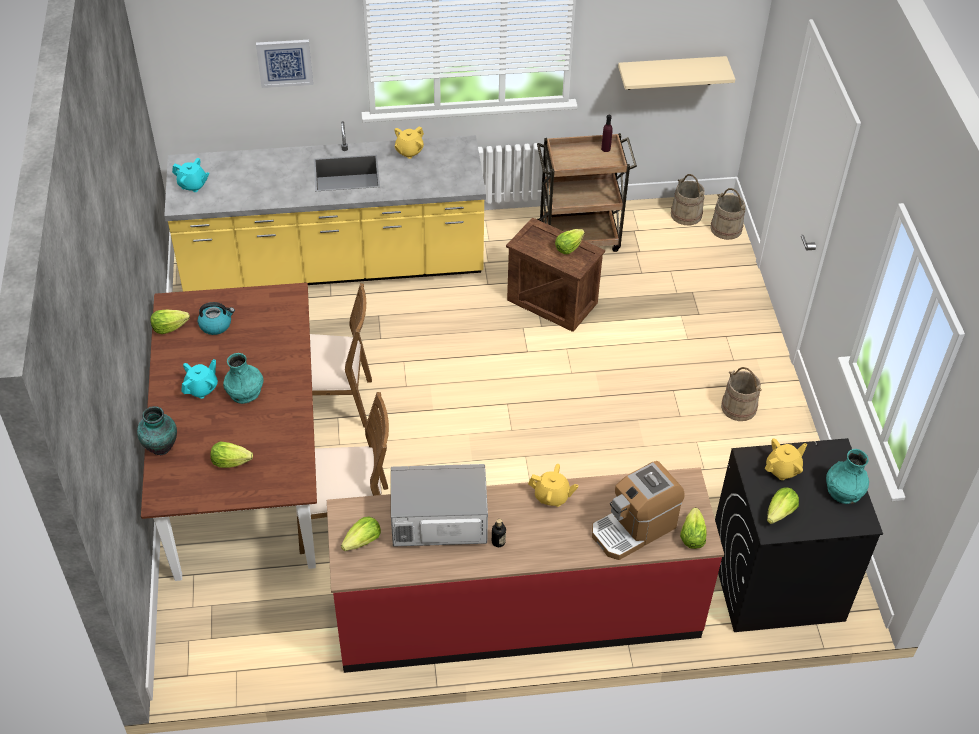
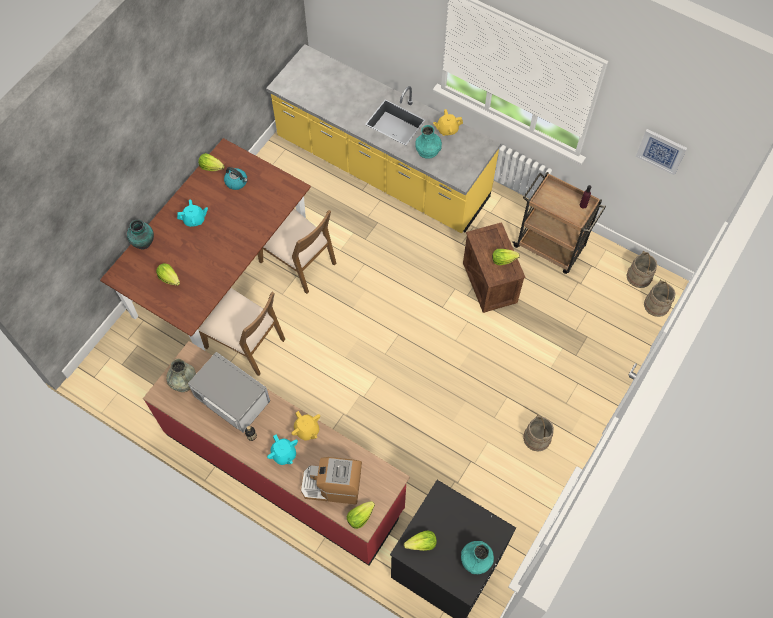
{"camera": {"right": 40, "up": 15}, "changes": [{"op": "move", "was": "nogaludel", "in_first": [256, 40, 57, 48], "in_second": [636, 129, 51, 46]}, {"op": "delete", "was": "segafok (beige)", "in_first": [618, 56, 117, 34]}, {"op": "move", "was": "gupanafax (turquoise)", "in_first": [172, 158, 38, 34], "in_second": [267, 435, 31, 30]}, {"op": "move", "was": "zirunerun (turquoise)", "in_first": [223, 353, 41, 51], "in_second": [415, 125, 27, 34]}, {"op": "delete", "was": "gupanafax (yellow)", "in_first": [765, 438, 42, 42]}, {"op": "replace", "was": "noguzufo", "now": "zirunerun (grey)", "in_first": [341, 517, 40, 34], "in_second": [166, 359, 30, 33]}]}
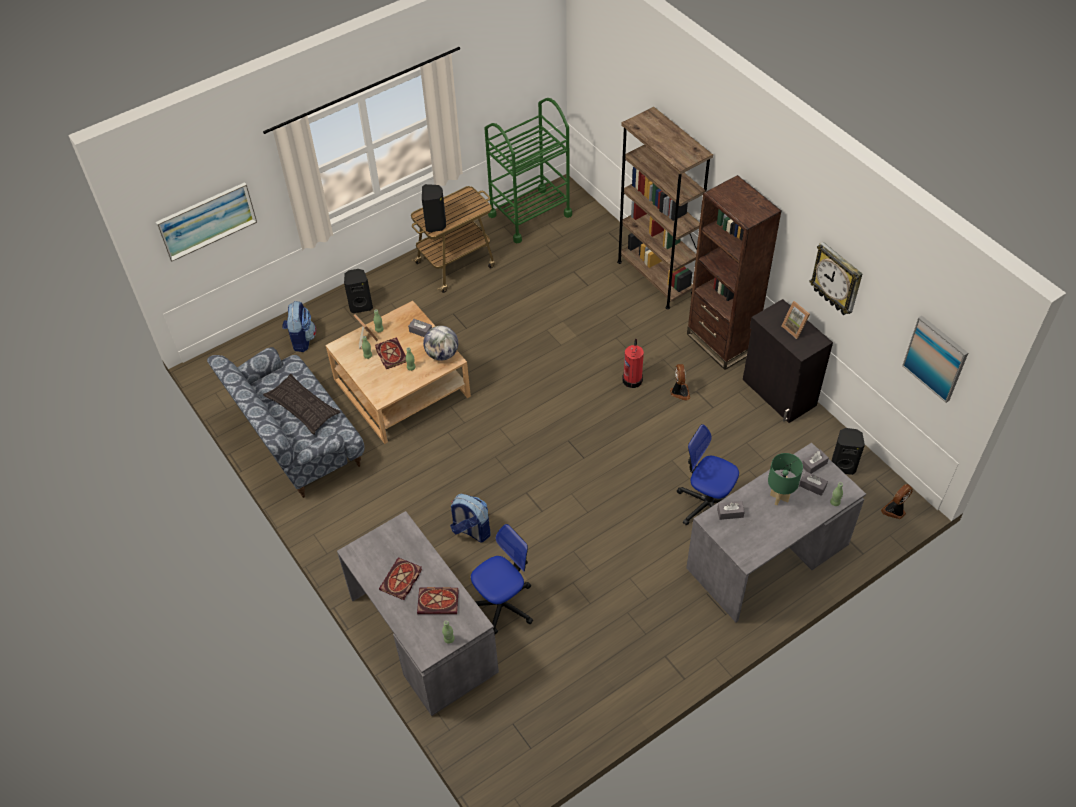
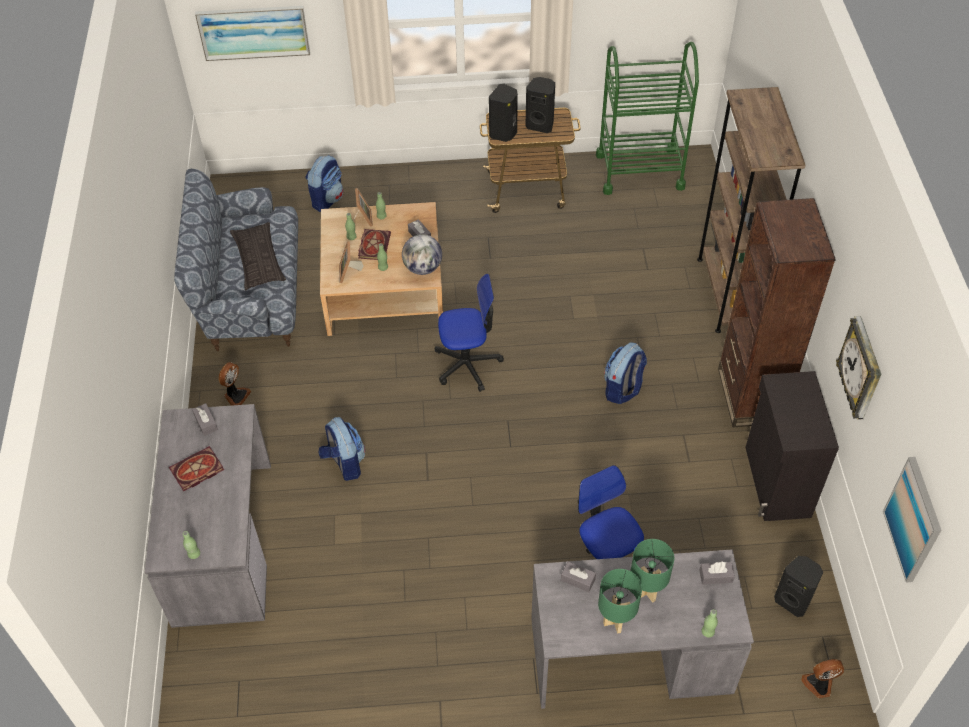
{"camera": {"right": 30, "up": 0}, "changes": [{"op": "move", "was": "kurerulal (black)", "in_first": [344, 269, 29, 44], "in_second": [525, 77, 30, 56]}, {"op": "move", "was": "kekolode", "in_first": [781, 301, 29, 38], "in_second": [339, 242, 25, 41]}, {"op": "replace", "was": "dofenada", "now": "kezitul", "in_first": [622, 339, 22, 49], "in_second": [604, 342, 43, 62]}, {"op": "move", "was": "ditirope", "in_first": [670, 364, 20, 36], "in_second": [218, 362, 33, 44]}, {"op": "move", "was": "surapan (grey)", "in_first": [799, 471, 29, 25], "in_second": [192, 403, 26, 33]}, {"op": "move", "was": "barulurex", "in_first": [471, 524, 62, 110], "in_second": [435, 274, 69, 118]}, {"op": "delete", "was": "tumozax", "in_first": [417, 587, 42, 27]}, {"op": "insert", "now": "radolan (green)", "in_second": [598, 569, 44, 65]}]}
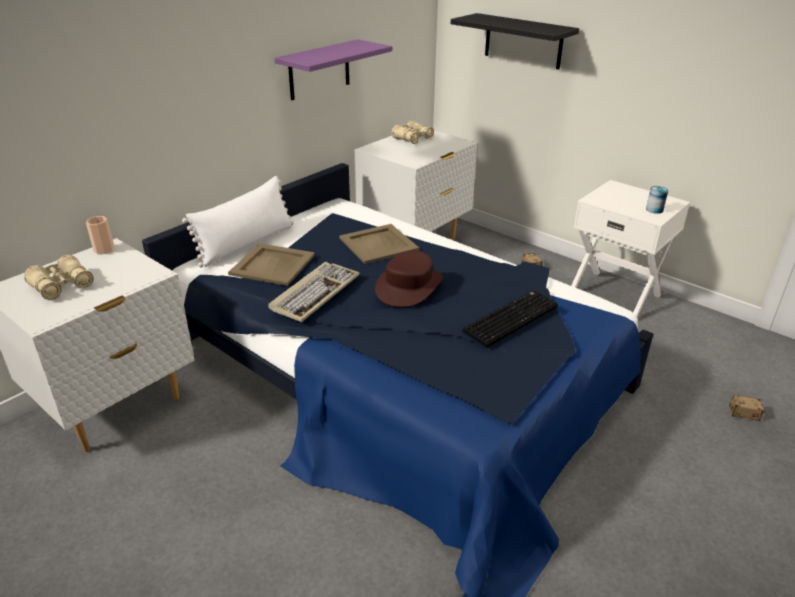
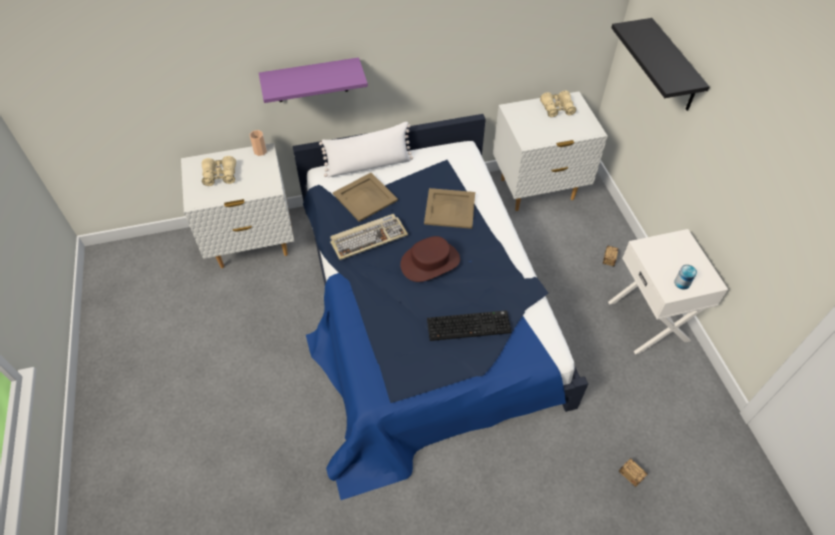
{"camera": {"right": 35, "up": 20}, "changes": [{"op": "move", "was": "segafok (purple)", "in_first": [275, 39, 117, 61], "in_second": [259, 57, 109, 46]}]}
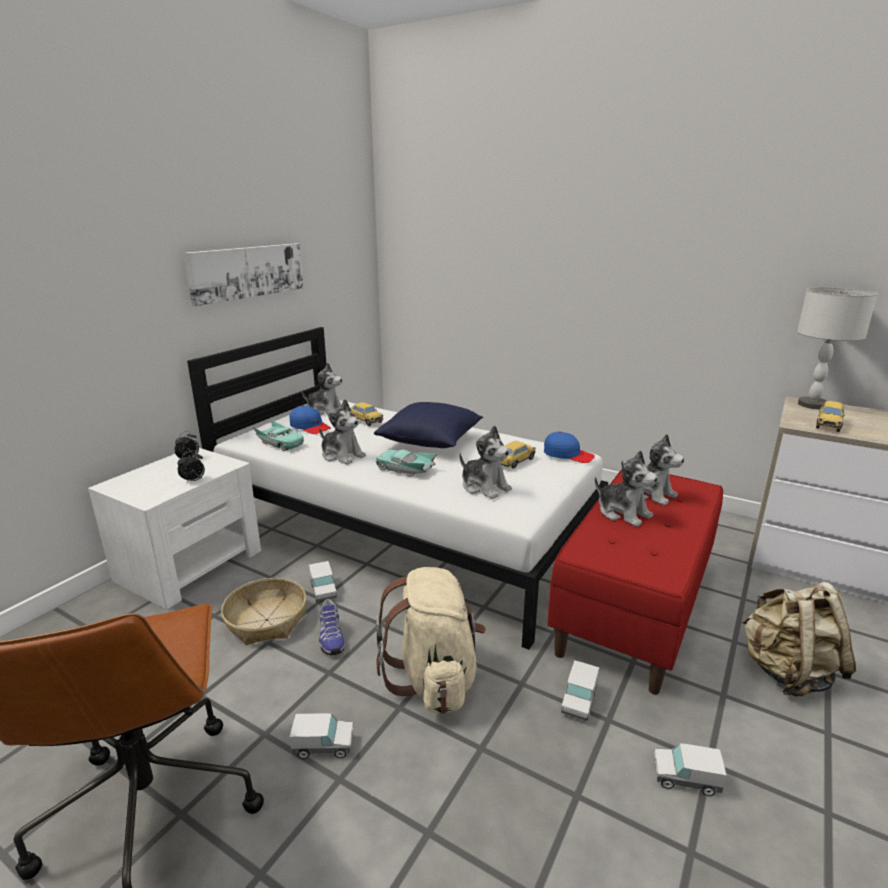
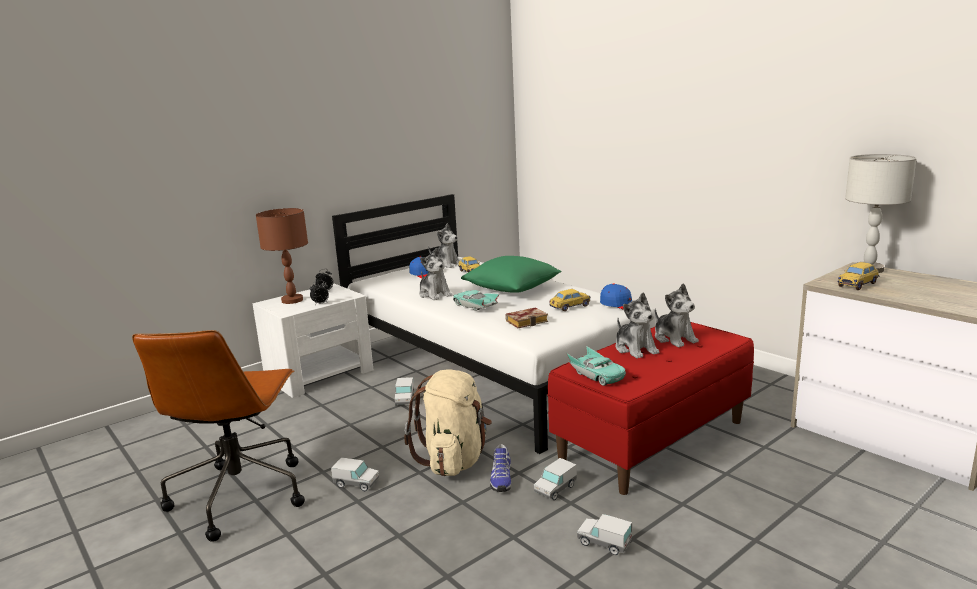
{"camera": {"right": 20, "up": -5}, "changes": [{"op": "delete", "was": "nogaludel", "in_first": [183, 243, 120, 63]}, {"op": "recolor", "was": "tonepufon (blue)", "now": "tonepufon (green)", "in_first": [374, 402, 109, 46], "in_second": [461, 256, 101, 37]}, {"op": "move", "was": "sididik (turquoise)", "in_first": [252, 420, 52, 31], "in_second": [566, 346, 60, 40]}, {"op": "replace", "was": "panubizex", "now": "tumozax", "in_first": [459, 425, 53, 74], "in_second": [505, 307, 43, 21]}, {"op": "delete", "was": "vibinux", "in_first": [221, 578, 85, 67]}, {"op": "delete", "was": "kezitul (beige)", "in_first": [742, 582, 114, 114]}, {"op": "move", "was": "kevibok", "in_first": [319, 599, 26, 56], "in_second": [490, 444, 21, 48]}, {"op": "insert", "now": "radolan (brown)", "in_second": [256, 208, 52, 96]}]}
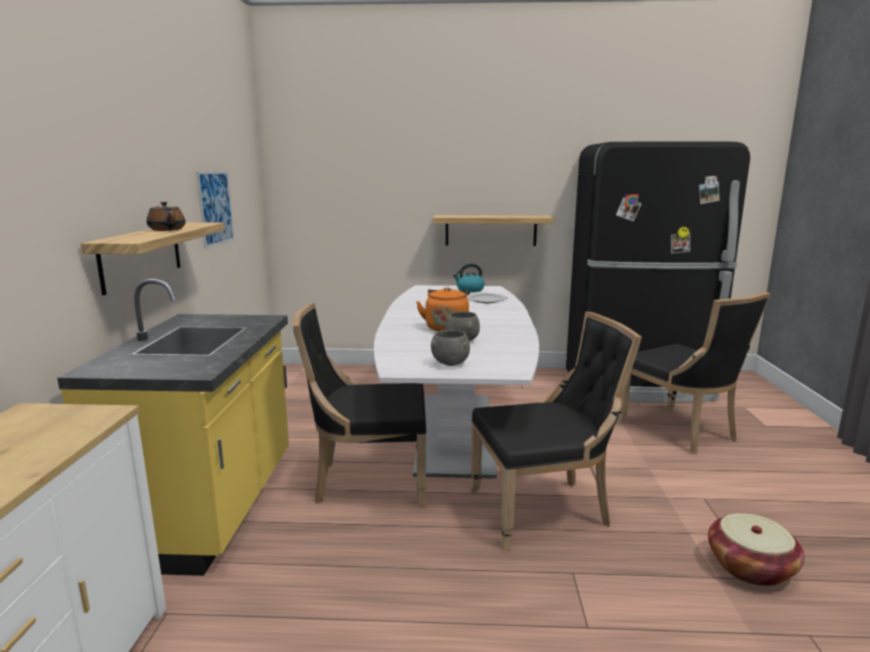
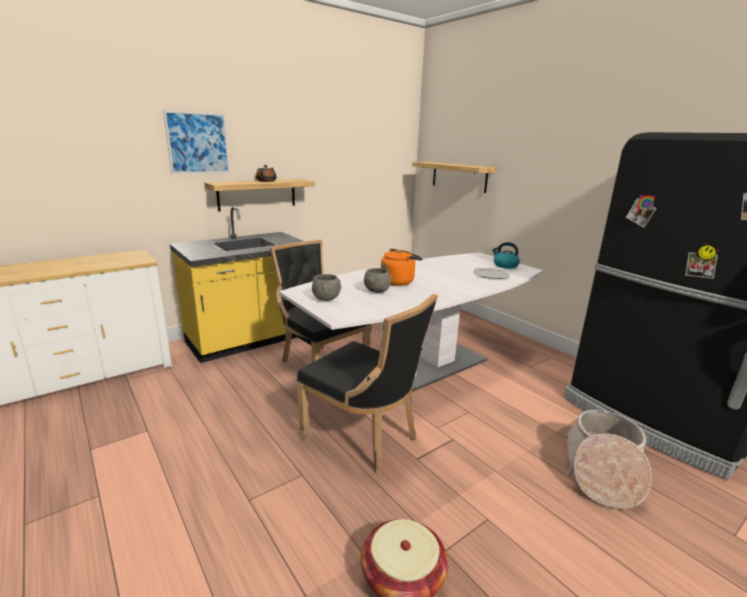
{"camera": {"right": 50, "up": 5}, "changes": [{"op": "move", "was": "nogaludel", "in_first": [196, 171, 38, 78], "in_second": [163, 110, 67, 64]}, {"op": "move", "was": "segafok", "in_first": [433, 215, 120, 31], "in_second": [412, 162, 85, 31]}, {"op": "replace", "was": "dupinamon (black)", "now": "vibinux", "in_first": [617, 292, 153, 162], "in_second": [565, 410, 87, 99]}]}
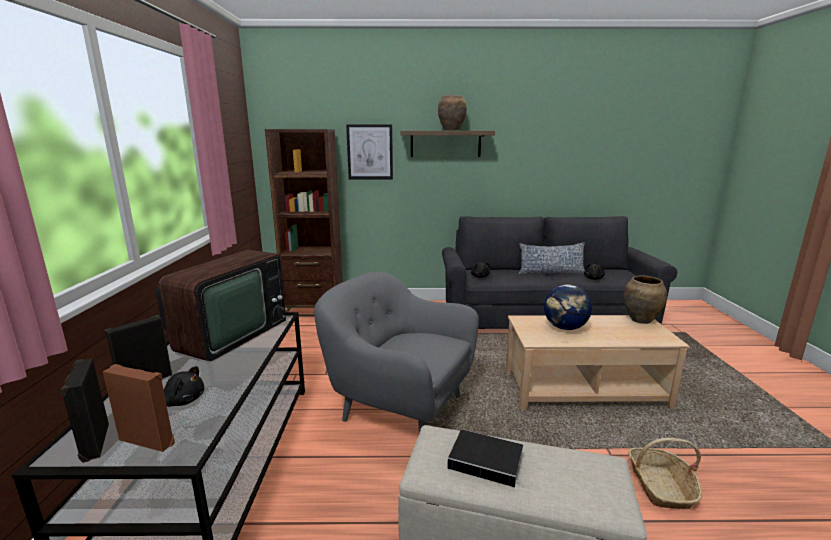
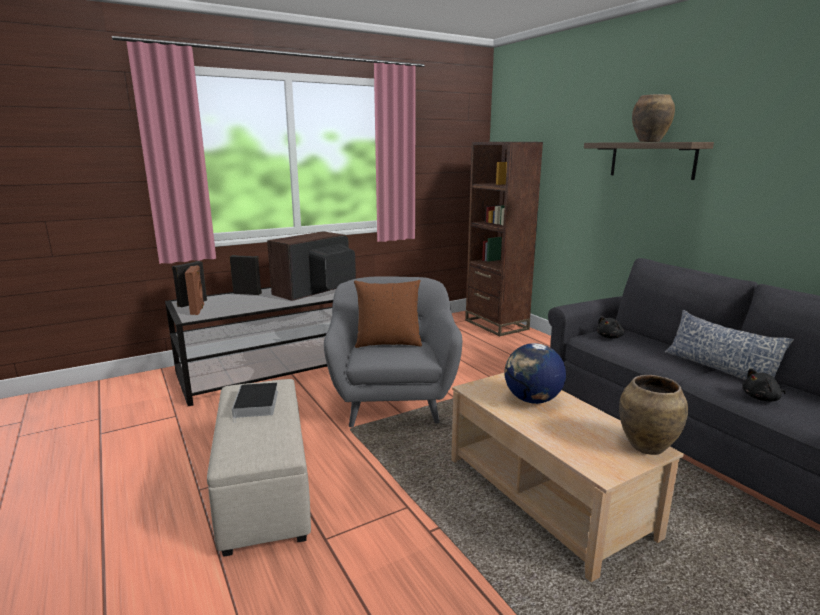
{"camera": {"right": 60, "up": 0}, "changes": [{"op": "delete", "was": "nogaludel", "in_first": [346, 124, 47, 55]}, {"op": "rotate", "was": "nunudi", "in_first": [156, 250, 130, 111], "in_second": [267, 232, 89, 69], "clockwise": 135}, {"op": "delete", "was": "panubizex (black)", "in_first": [163, 366, 41, 41]}, {"op": "delete", "was": "vibinux", "in_first": [628, 438, 74, 71]}, {"op": "insert", "now": "tonepufon (brown)", "in_second": [354, 280, 68, 68]}]}
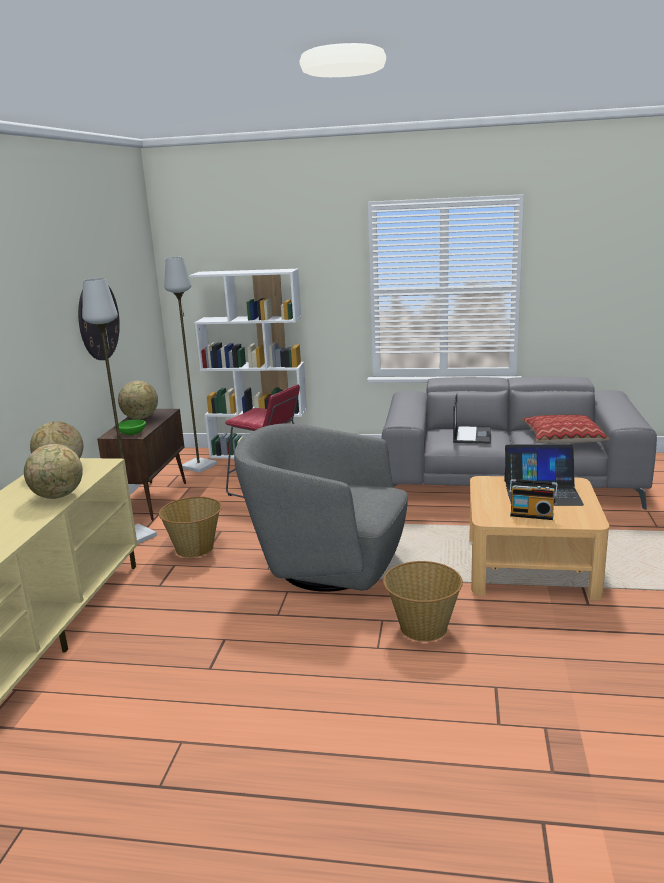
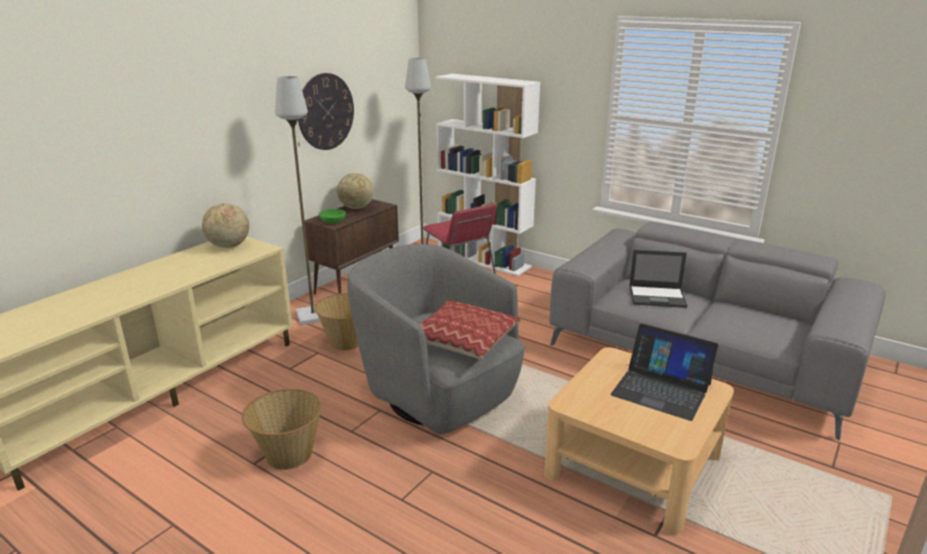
{"camera": {"right": 25, "up": 5}, "changes": [{"op": "rotate", "was": "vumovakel", "in_first": [453, 394, 38, 50], "in_second": [629, 250, 59, 58], "clockwise": 60}, {"op": "move", "was": "tonepufon", "in_first": [522, 415, 87, 29], "in_second": [419, 300, 102, 60]}, {"op": "delete", "was": "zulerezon", "in_first": [24, 444, 59, 55]}, {"op": "delete", "was": "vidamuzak", "in_first": [509, 479, 48, 41]}, {"op": "move", "was": "vibinux", "in_first": [383, 561, 80, 81], "in_second": [242, 388, 80, 82]}]}
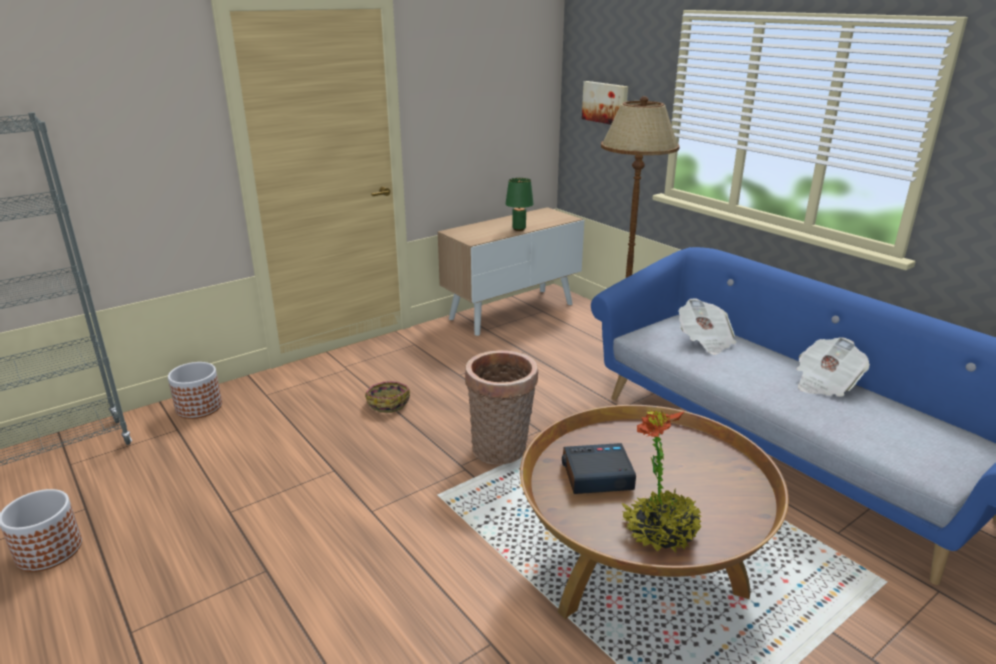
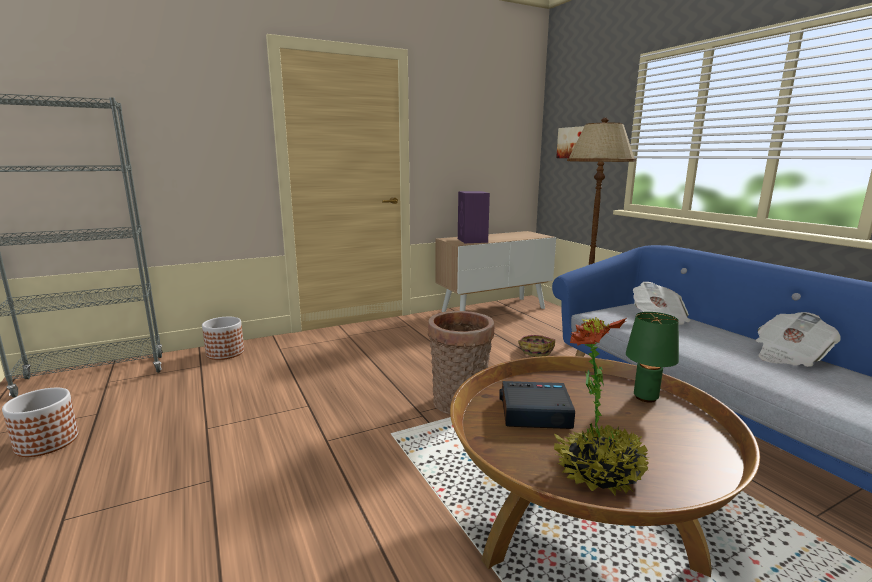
{"camera": {"right": 10, "up": -10}, "changes": [{"op": "move", "was": "radolan (green)", "in_first": [506, 178, 28, 53], "in_second": [626, 312, 53, 91]}, {"op": "move", "was": "vibinux", "in_first": [365, 382, 45, 31], "in_second": [518, 335, 37, 22]}, {"op": "insert", "now": "kurerulal (purple)", "in_second": [458, 191, 32, 52]}]}
